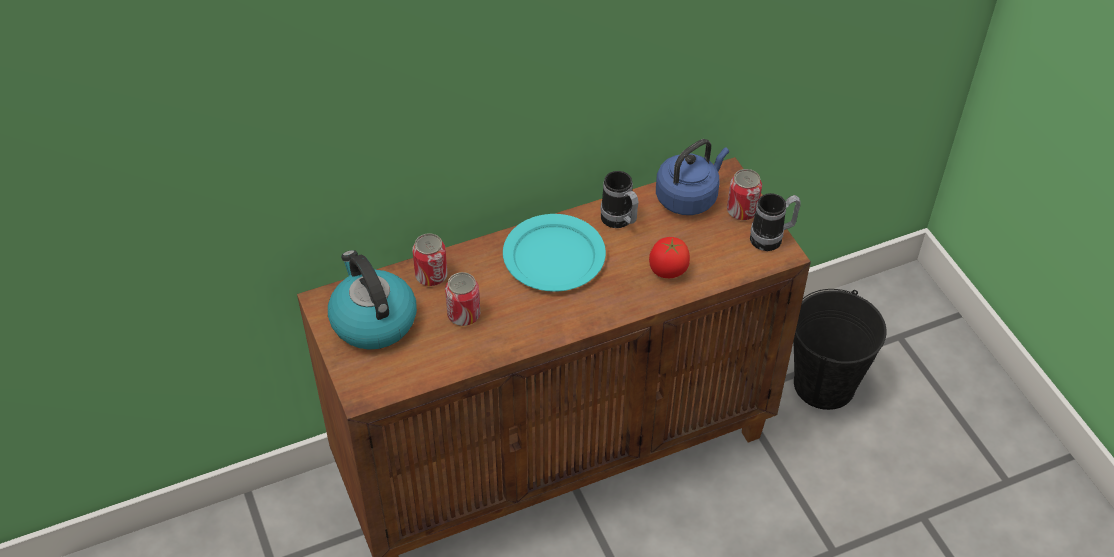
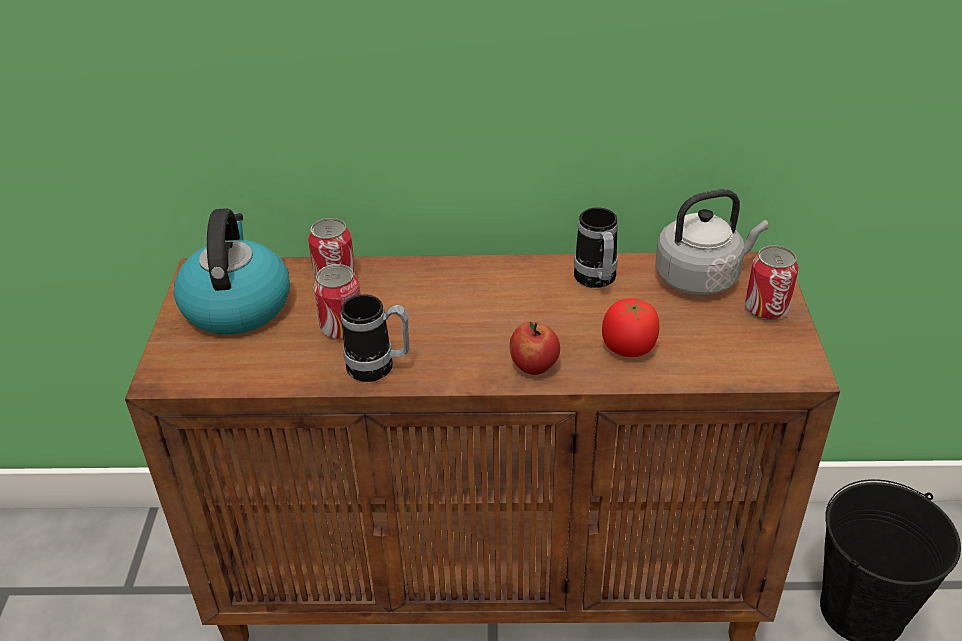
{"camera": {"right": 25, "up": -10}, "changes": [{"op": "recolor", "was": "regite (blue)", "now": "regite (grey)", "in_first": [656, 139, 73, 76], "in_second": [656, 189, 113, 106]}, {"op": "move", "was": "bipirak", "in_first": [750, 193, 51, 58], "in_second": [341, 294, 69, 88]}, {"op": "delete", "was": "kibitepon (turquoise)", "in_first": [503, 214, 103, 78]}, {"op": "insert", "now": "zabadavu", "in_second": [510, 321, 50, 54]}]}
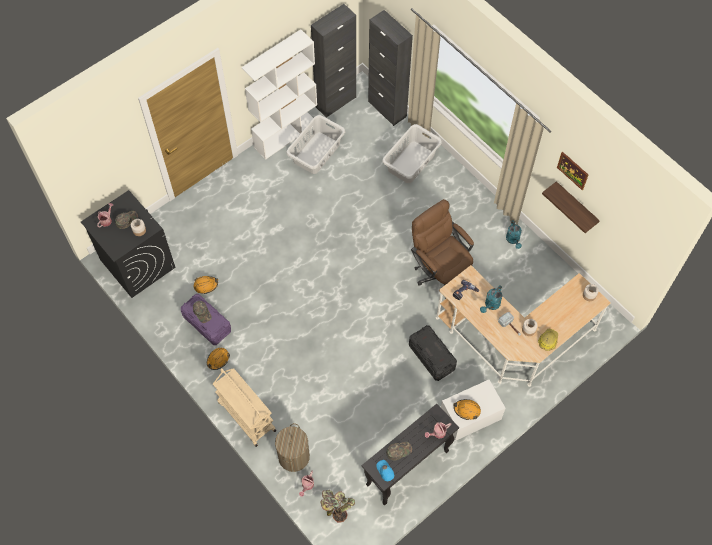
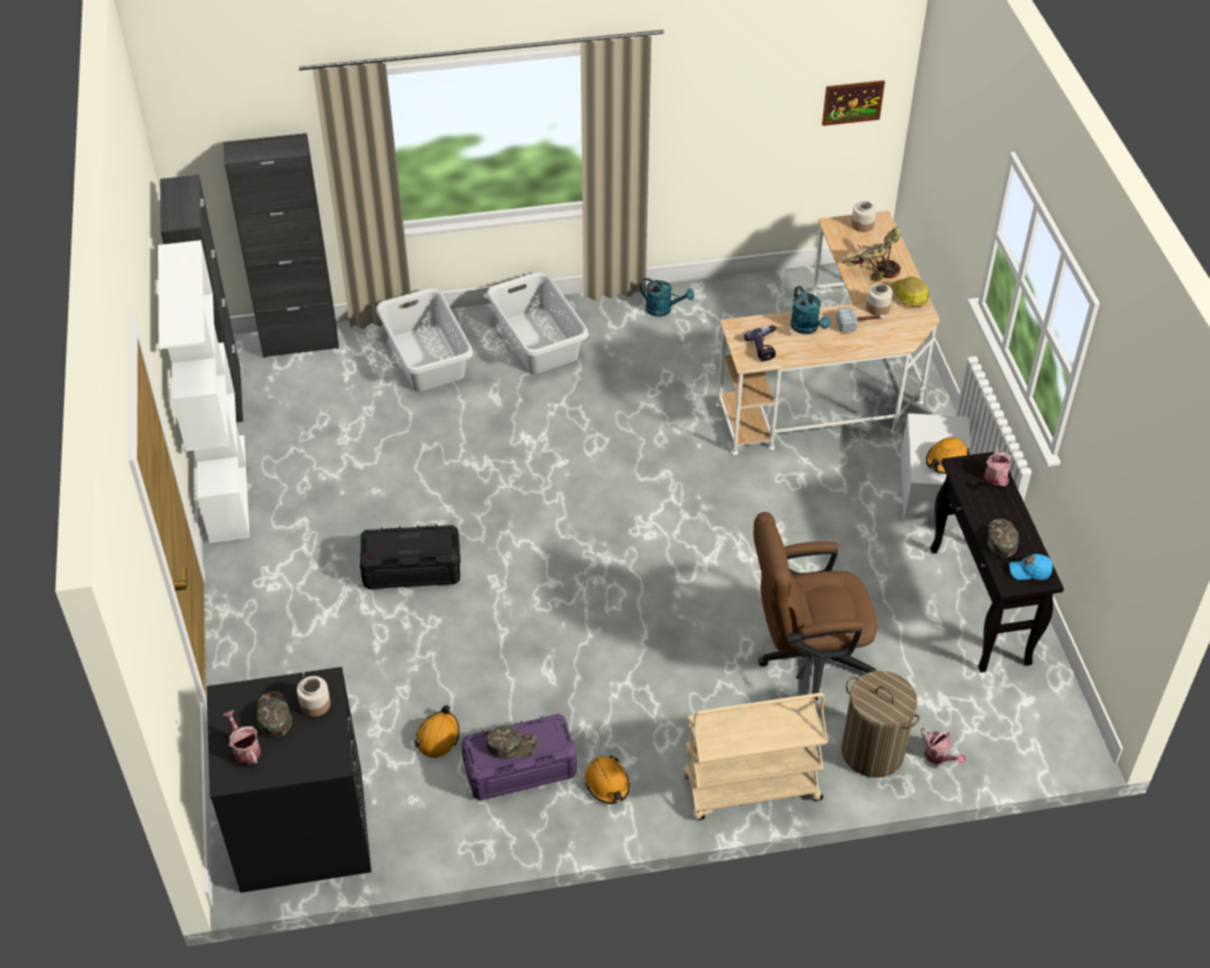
{"camera": {"right": -60, "up": -15}, "changes": [{"op": "move", "was": "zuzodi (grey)", "in_first": [286, 115, 59, 59], "in_second": [486, 272, 103, 102]}, {"op": "move", "was": "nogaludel", "in_first": [557, 152, 31, 38], "in_second": [822, 80, 63, 46]}, {"op": "delete", "was": "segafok", "in_first": [542, 181, 58, 52]}, {"op": "move", "was": "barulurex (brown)", "in_first": [411, 199, 63, 100], "in_second": [753, 512, 124, 189]}, {"op": "move", "was": "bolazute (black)", "in_first": [409, 325, 48, 56], "in_second": [360, 524, 101, 65]}, {"op": "move", "was": "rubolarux", "in_first": [321, 490, 34, 33], "in_second": [843, 227, 58, 54]}]}
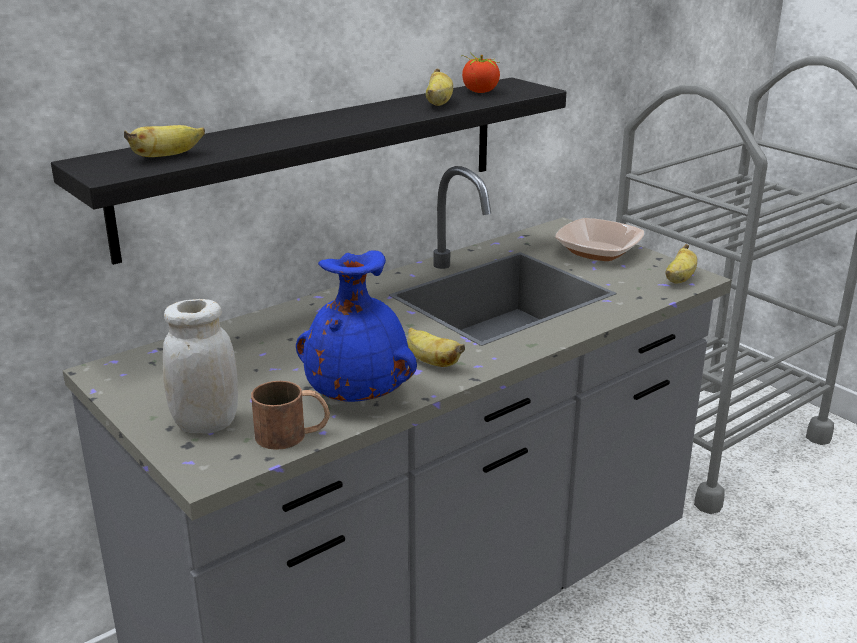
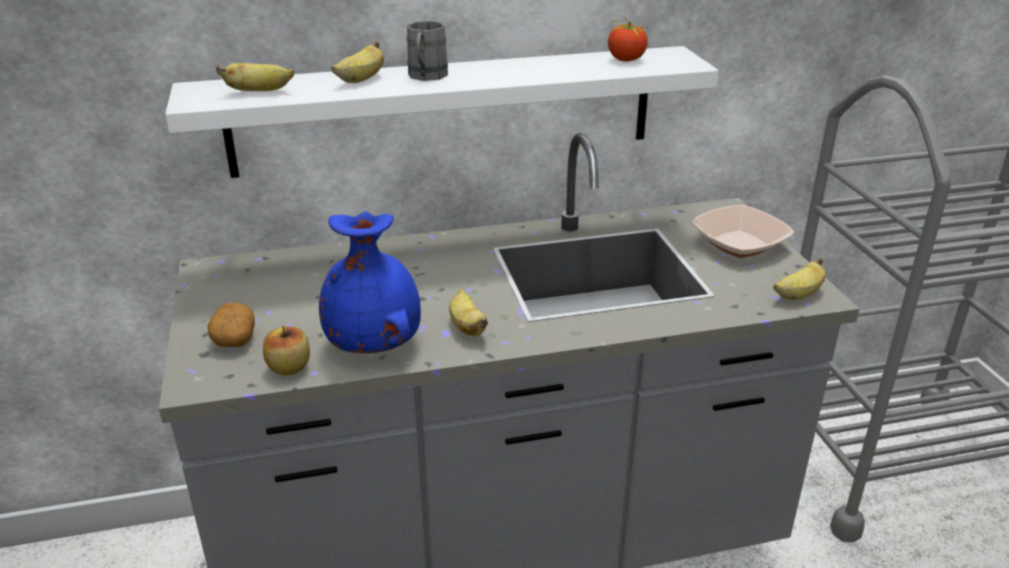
{"camera": {"right": 25, "up": 5}, "changes": [{"op": "move", "was": "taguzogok", "in_first": [426, 69, 27, 37], "in_second": [331, 41, 53, 42]}, {"op": "recolor", "was": "segafok (black)", "now": "segafok (white)", "in_first": [51, 77, 515, 188], "in_second": [165, 46, 554, 132]}, {"op": "replace", "was": "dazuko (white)", "now": "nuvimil", "in_first": [163, 299, 75, 135], "in_second": [208, 303, 47, 44]}, {"op": "replace", "was": "bipirak (brown)", "now": "zabadavu", "in_first": [251, 381, 79, 69], "in_second": [263, 326, 47, 49]}, {"op": "insert", "now": "bipirak (grey)", "in_second": [407, 21, 41, 60]}]}
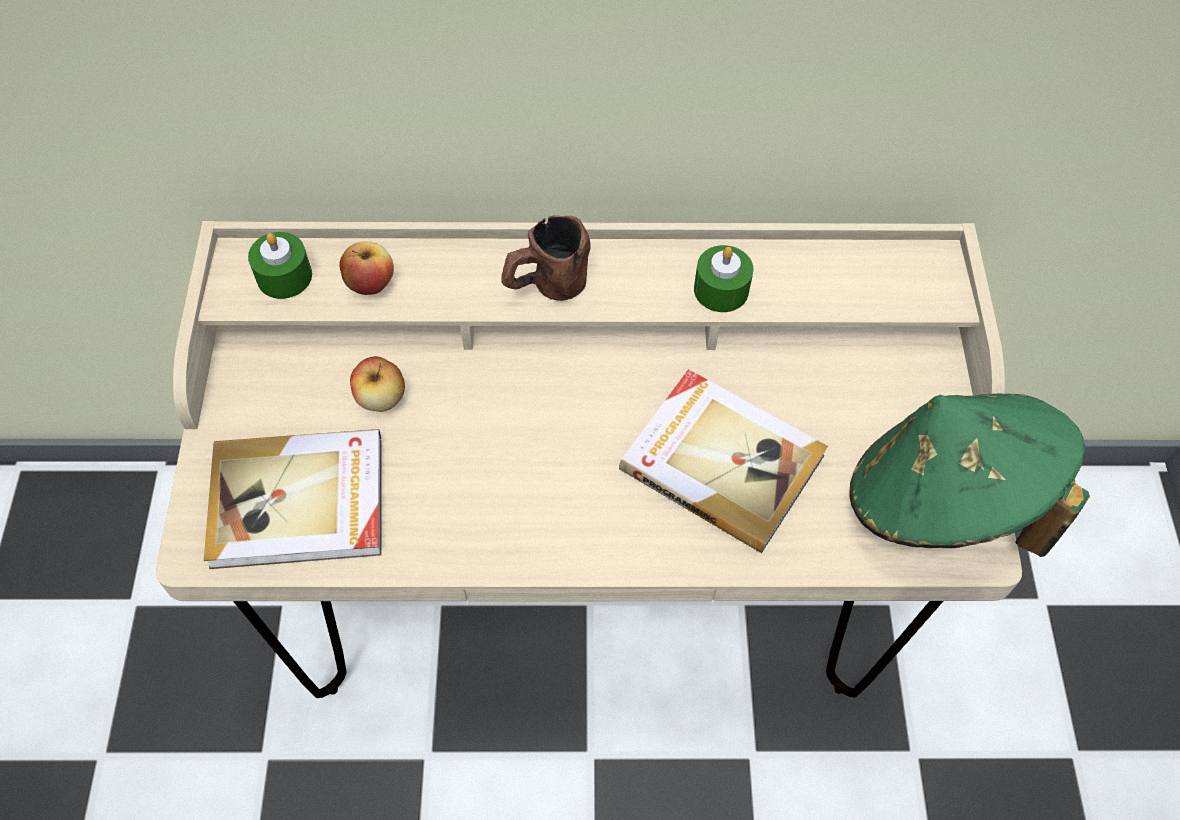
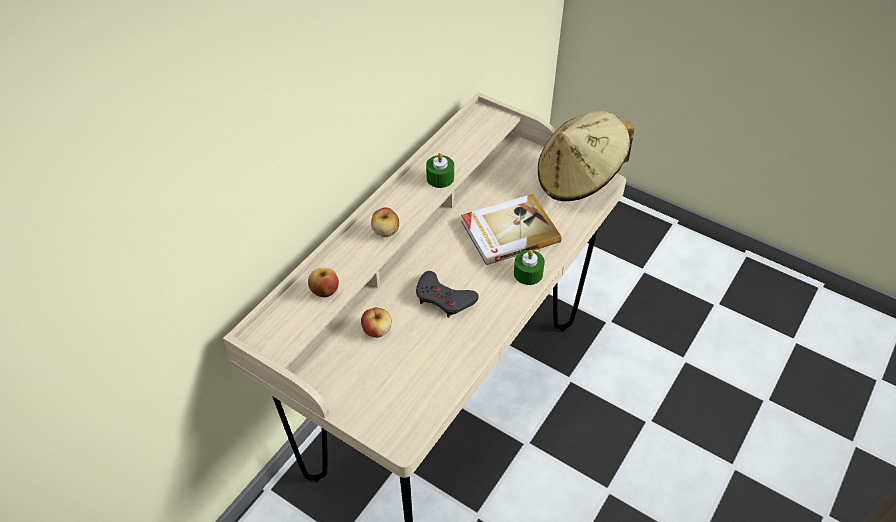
{"camera": {"right": -55, "up": -10}, "changes": [{"op": "replace", "was": "bipirak (brown)", "now": "zabadavu", "in_first": [502, 215, 89, 86], "in_second": [371, 207, 28, 30]}, {"op": "move", "was": "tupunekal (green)", "in_first": [248, 232, 64, 67], "in_second": [514, 250, 31, 35]}, {"op": "recolor", "was": "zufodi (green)", "now": "zufodi (beige)", "in_first": [849, 394, 241, 163], "in_second": [538, 111, 96, 90]}, {"op": "delete", "was": "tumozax", "in_first": [204, 429, 177, 140]}, {"op": "insert", "now": "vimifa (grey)", "in_second": [416, 271, 63, 47]}]}
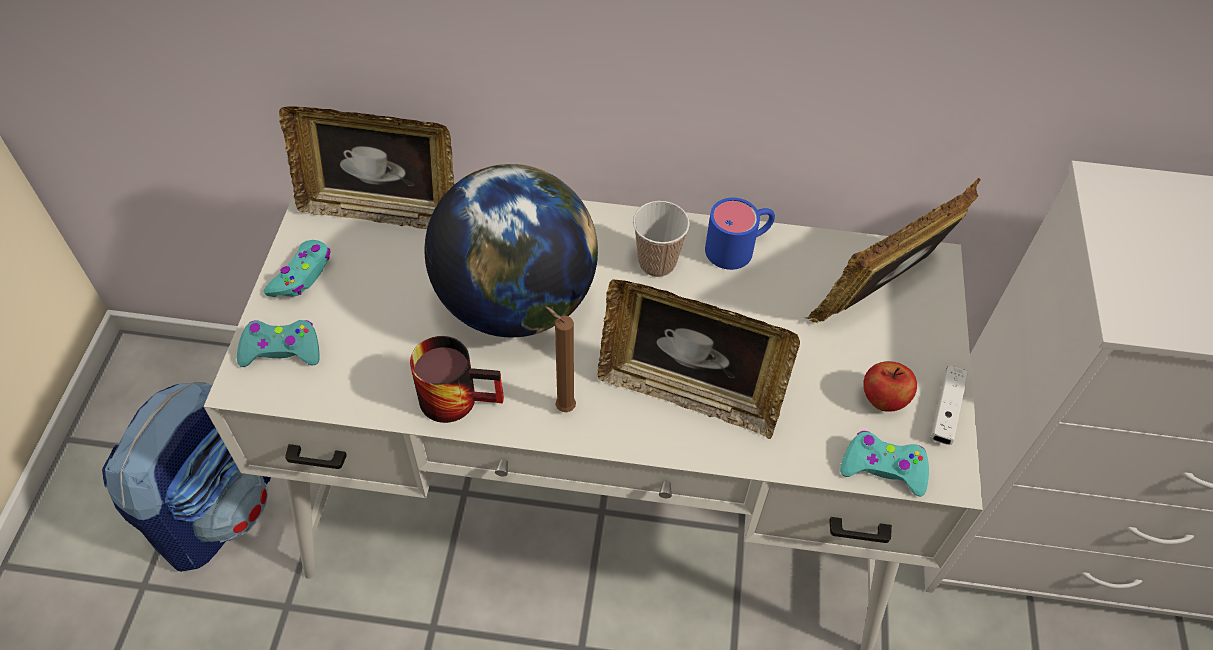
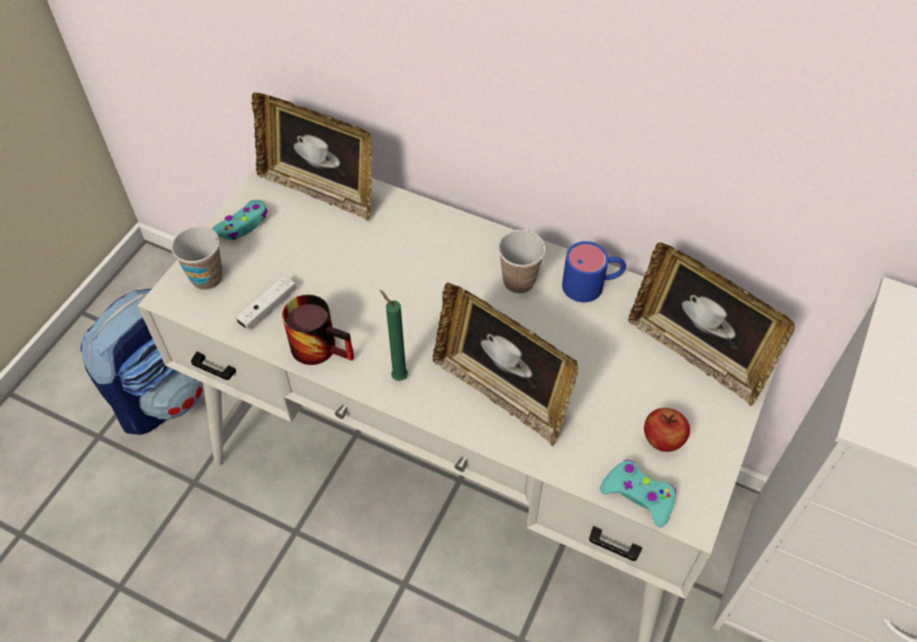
{"camera": {"right": 20, "up": 0}, "changes": [{"op": "delete", "was": "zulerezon", "in_first": [424, 164, 174, 173]}, {"op": "rotate", "was": "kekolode", "in_first": [807, 178, 174, 145], "in_second": [629, 242, 166, 164], "clockwise": -120}, {"op": "recolor", "was": "tupunekal (brown)", "now": "tupunekal (green)", "in_first": [546, 307, 30, 105], "in_second": [380, 290, 28, 91]}, {"op": "replace", "was": "vimifa (turquoise)", "now": "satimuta", "in_first": [237, 320, 83, 47], "in_second": [171, 226, 52, 64]}, {"op": "move", "was": "vimifa (white)", "in_first": [930, 365, 38, 80], "in_second": [236, 275, 60, 54]}]}
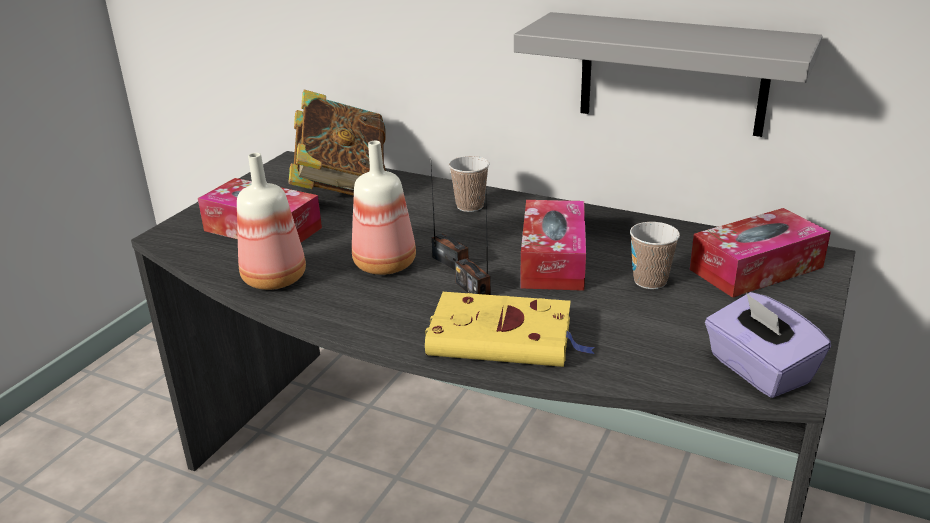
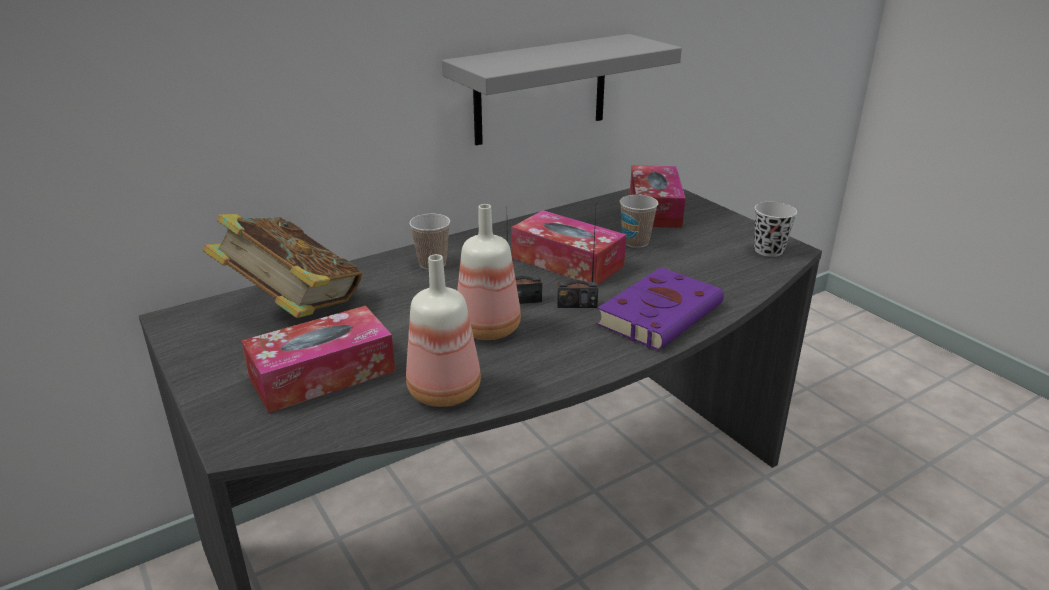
{"camera": {"right": -60, "up": 0}, "changes": [{"op": "recolor", "was": "tumozax (yellow)", "now": "tumozax (purple)", "in_first": [425, 292, 170, 75], "in_second": [596, 267, 128, 84]}, {"op": "replace", "was": "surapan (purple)", "now": "satimuta (black)", "in_first": [705, 292, 126, 106], "in_second": [754, 202, 43, 55]}]}
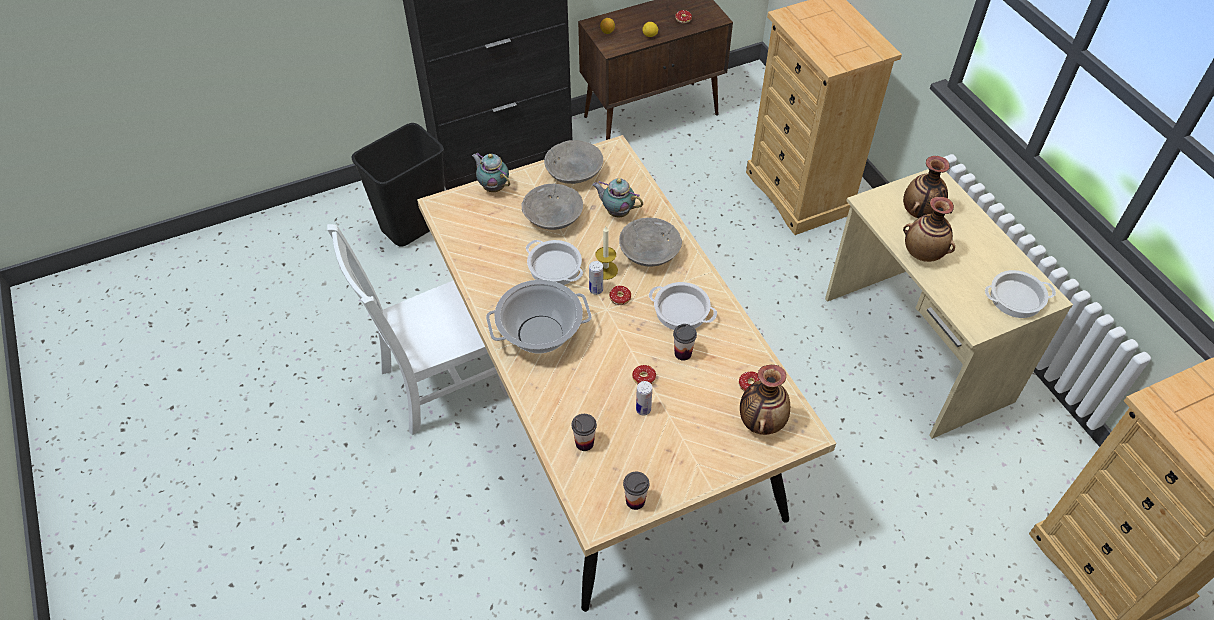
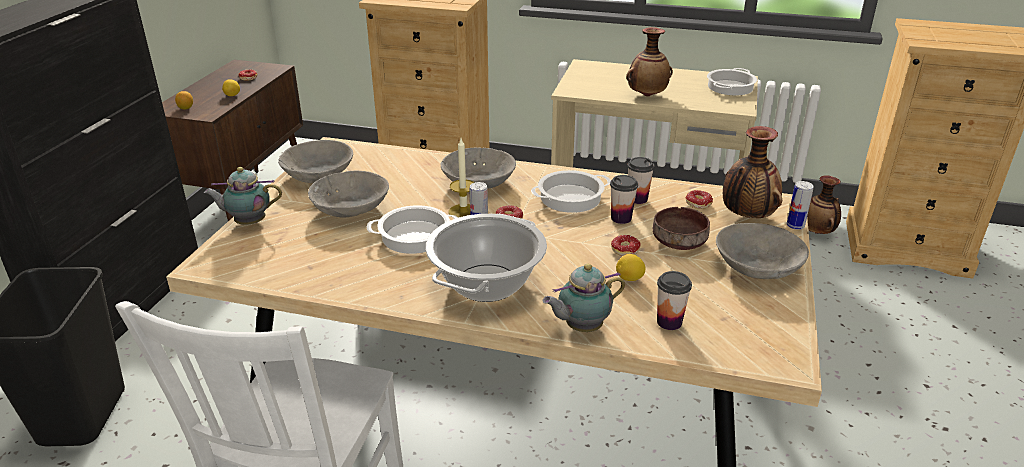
{"camera": {"right": -50, "up": -20}, "changes": [{"op": "move", "was": "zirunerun", "in_first": [903, 156, 47, 62], "in_second": [807, 175, 34, 59]}, {"op": "move", "was": "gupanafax", "in_first": [592, 178, 51, 39], "in_second": [543, 264, 82, 68]}, {"op": "move", "was": "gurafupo", "in_first": [636, 381, 16, 34], "in_second": [787, 181, 27, 49]}, {"op": "move", "was": "satimuta", "in_first": [623, 472, 26, 38], "in_second": [627, 157, 28, 47]}, {"op": "insert", "now": "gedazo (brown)", "in_second": [653, 207, 57, 43]}, {"op": "insert", "now": "gedazo (grey)", "in_second": [716, 223, 93, 56]}, {"op": "insert", "now": "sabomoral", "in_second": [616, 254, 30, 27]}]}
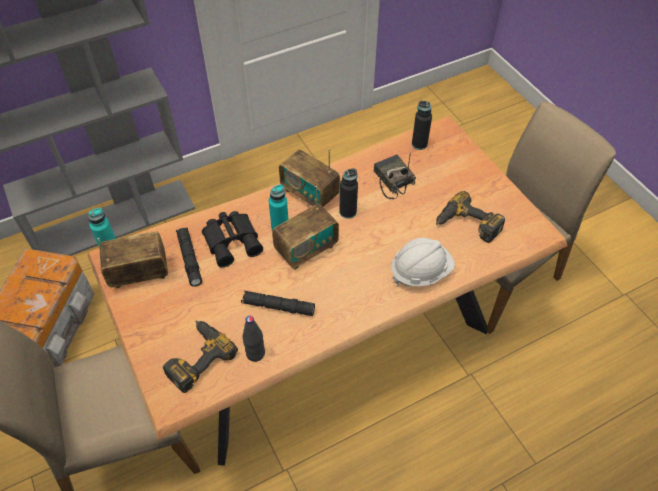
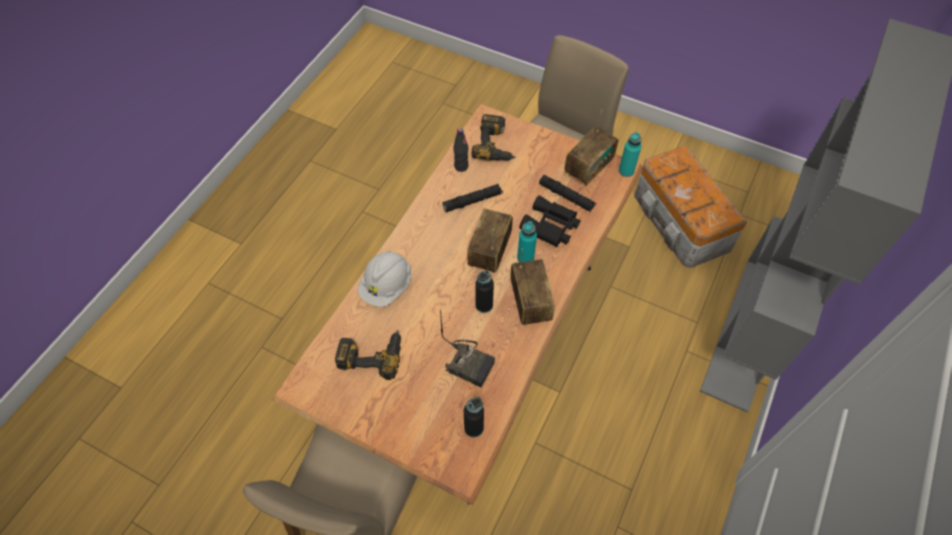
{"camera": {"right": 145, "up": 5}, "changes": [{"op": "rotate", "was": "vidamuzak", "in_first": [279, 149, 61, 58], "in_second": [510, 248, 45, 77], "clockwise": 75}]}
